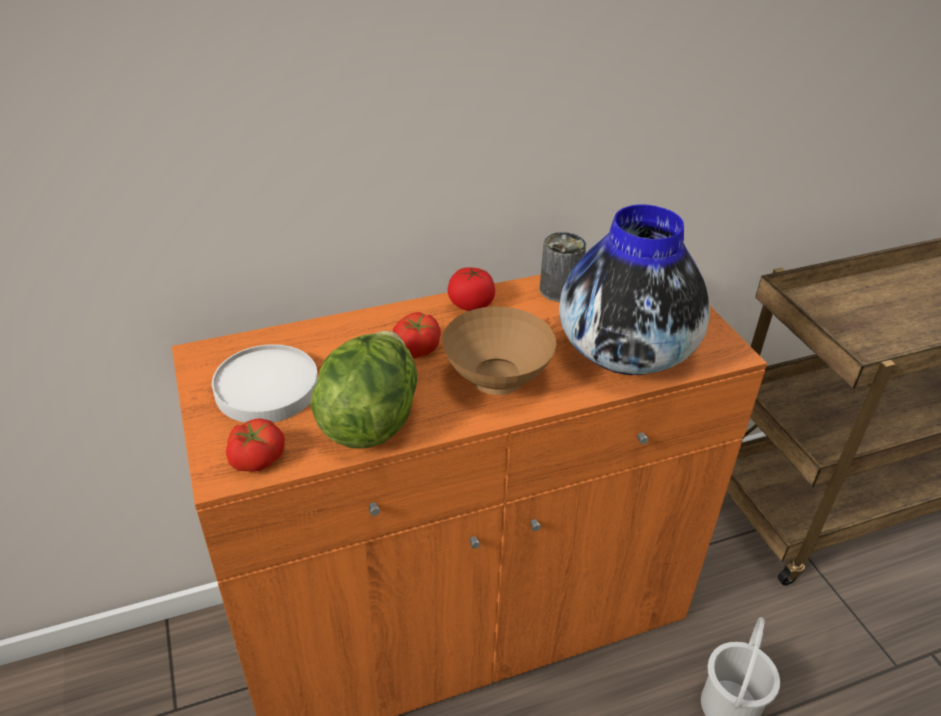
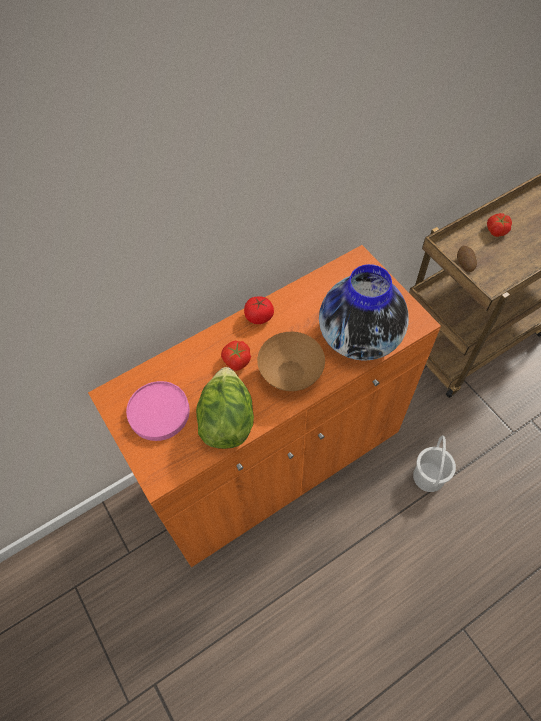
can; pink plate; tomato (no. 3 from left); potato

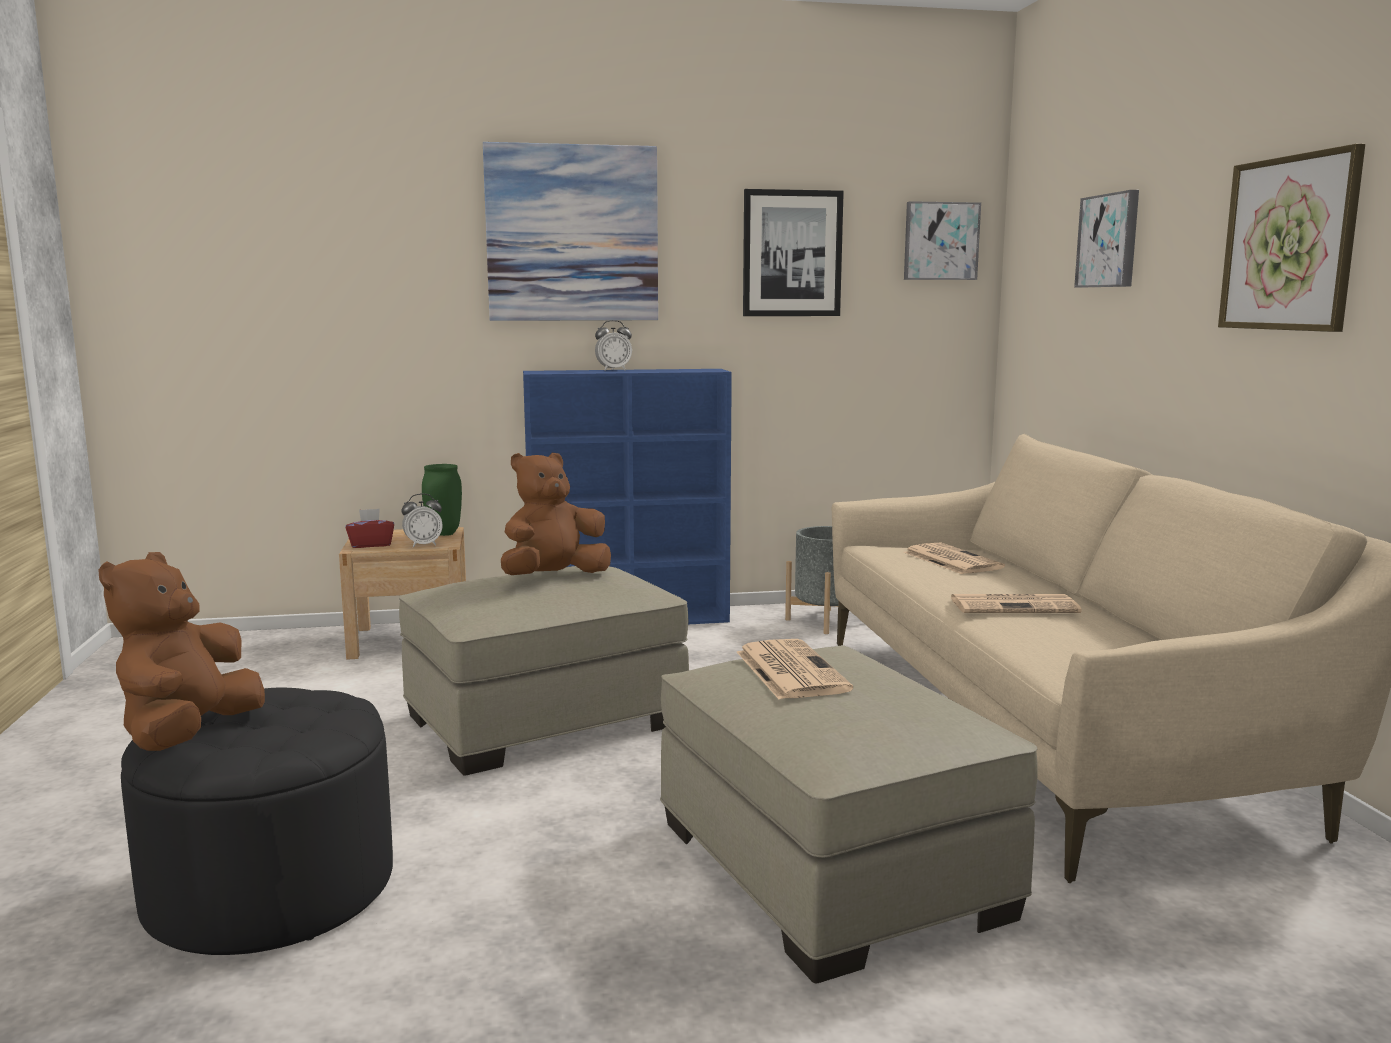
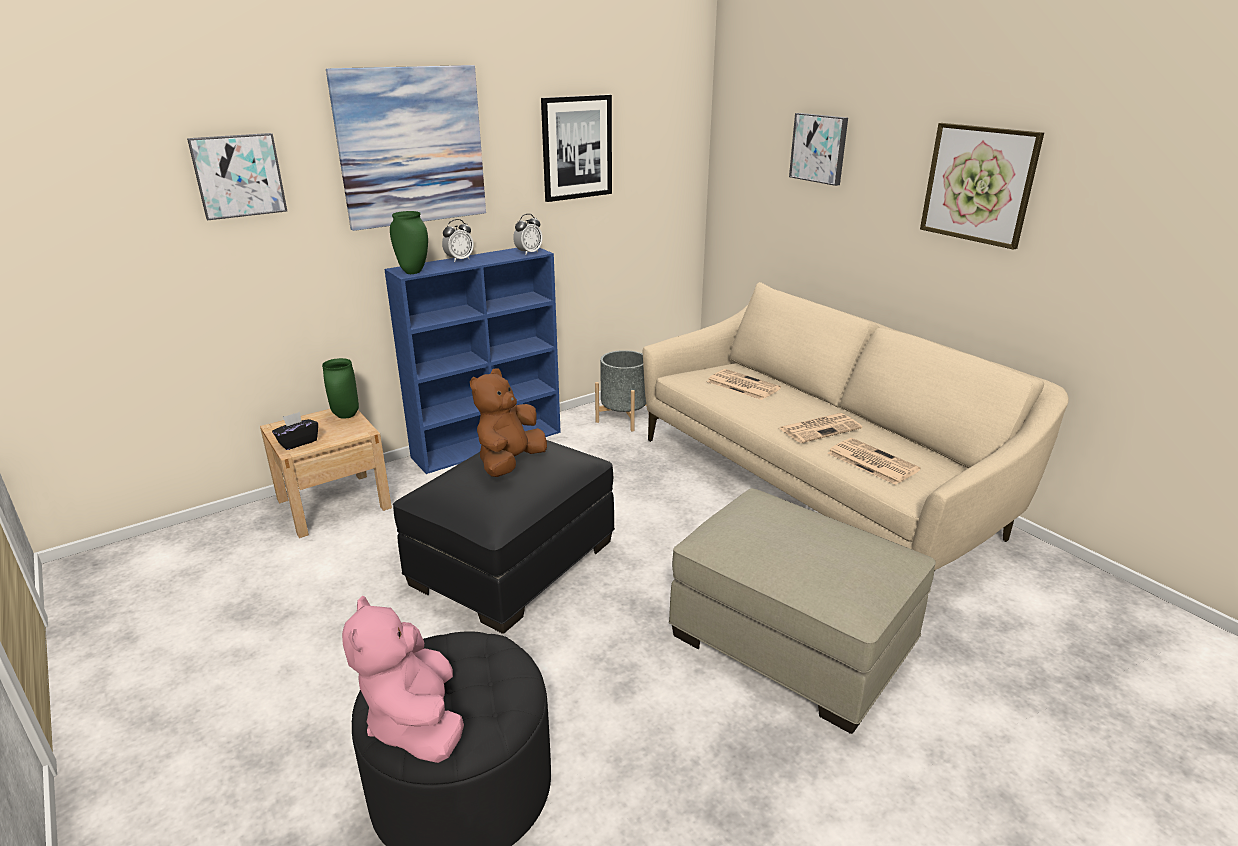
picture (no. 1 from left); alarm clock (no. 2 from left); black tissue box; pink plush toy; black ottoman (no. 2 from left); newspaper (no. 3 from left); green vase (no. 2 from left)

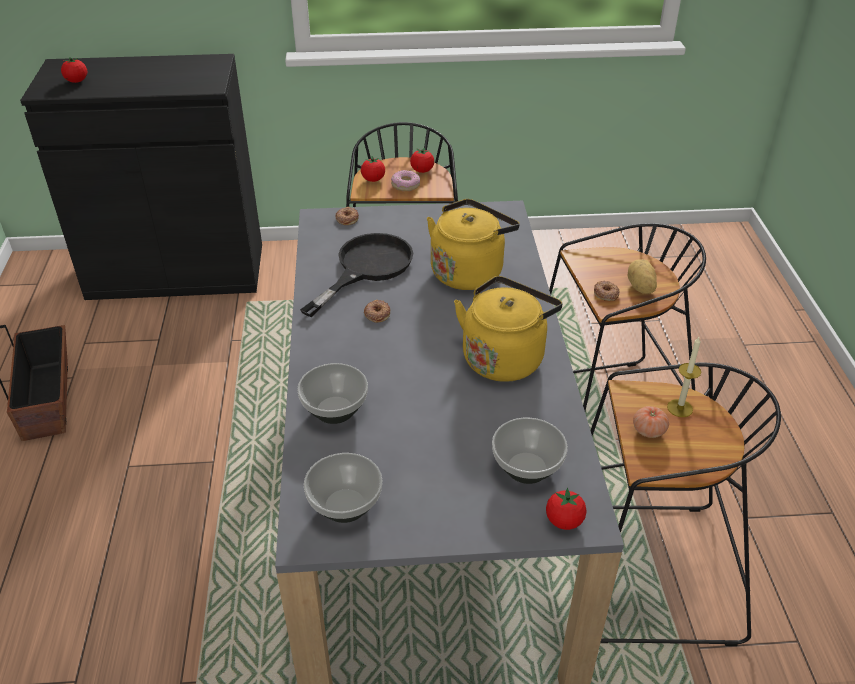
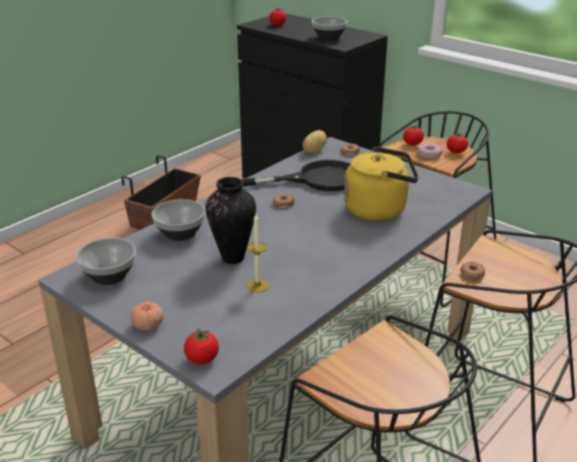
potato; yellow kettle (no. 2 from left in the first image); candle; tomato (no. 1 from left); bowl (no. 3 from left); vase

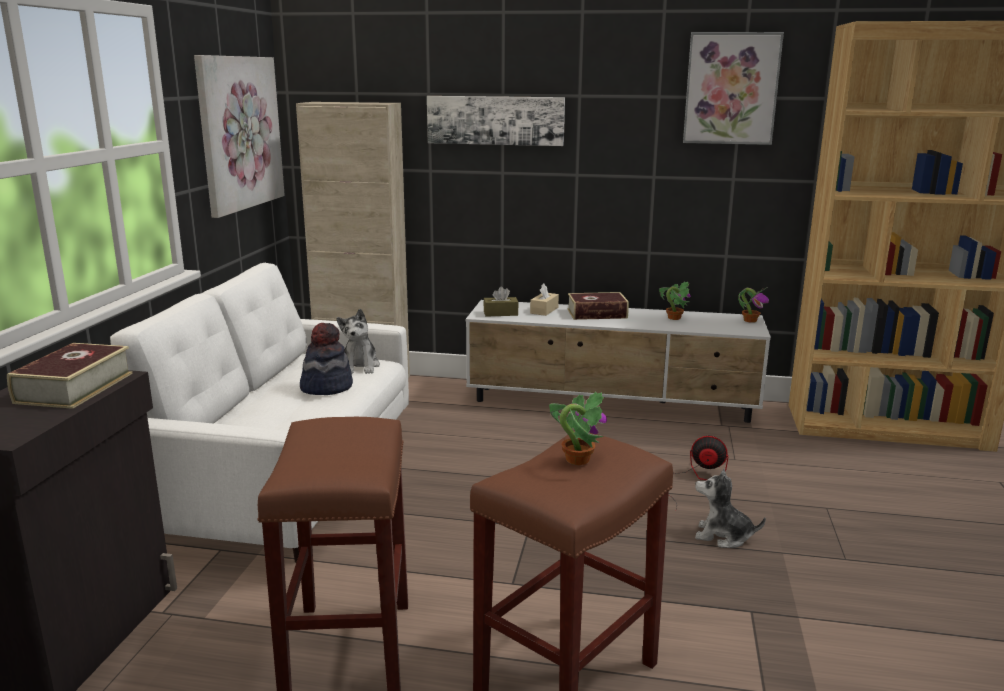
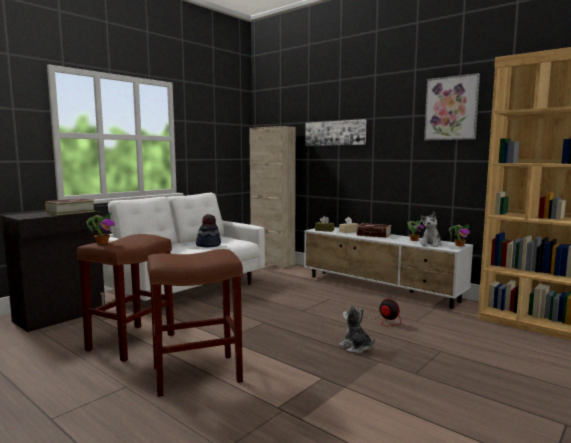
picture (no. 1 from left in the first image); plush toy (no. 2 from left); potted plant (no. 1 from left)

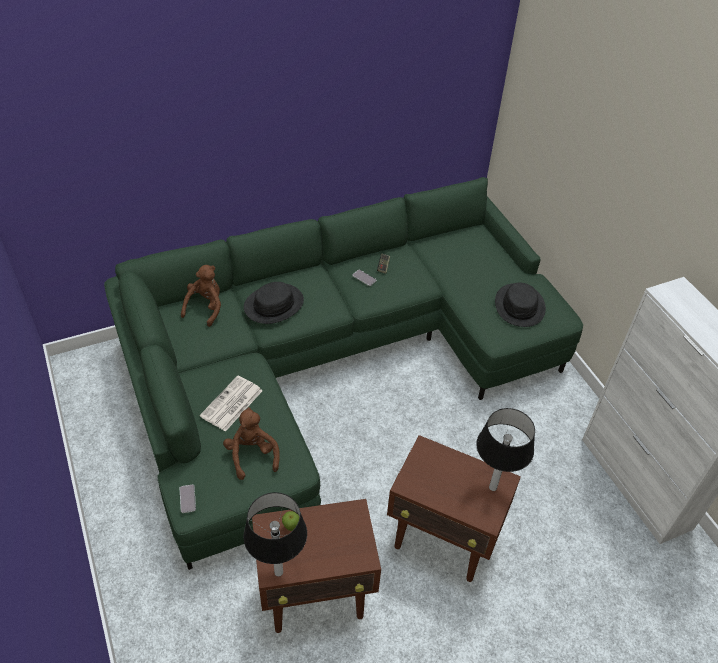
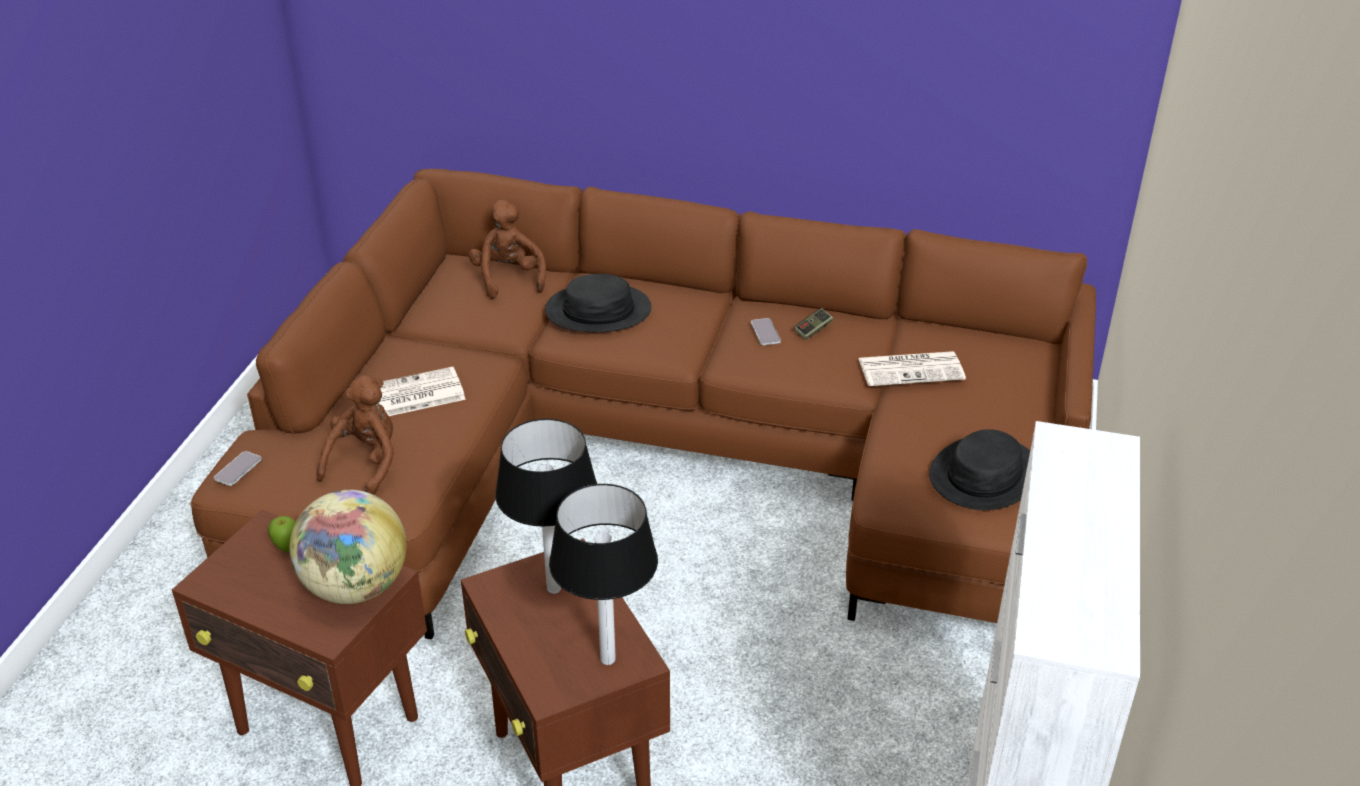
brown sofa; brown plush toy (no. 2 from left); table lamp (no. 1 from left); newspaper (no. 2 from left); globe

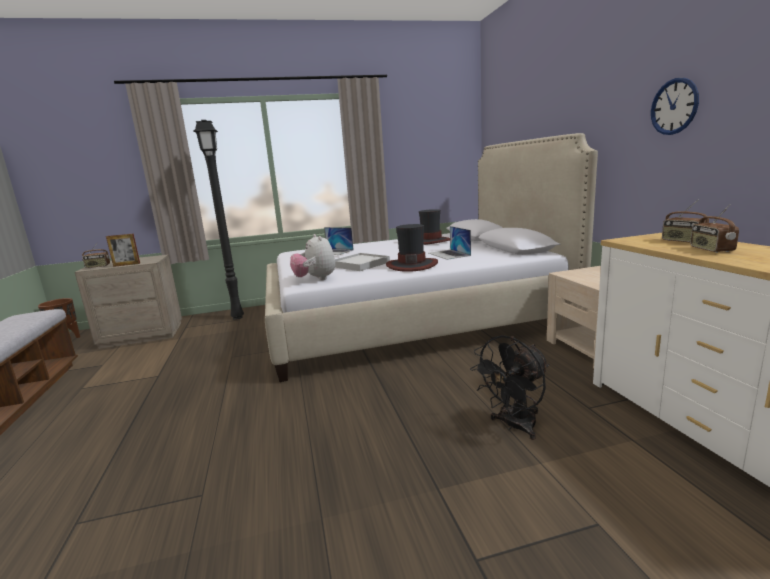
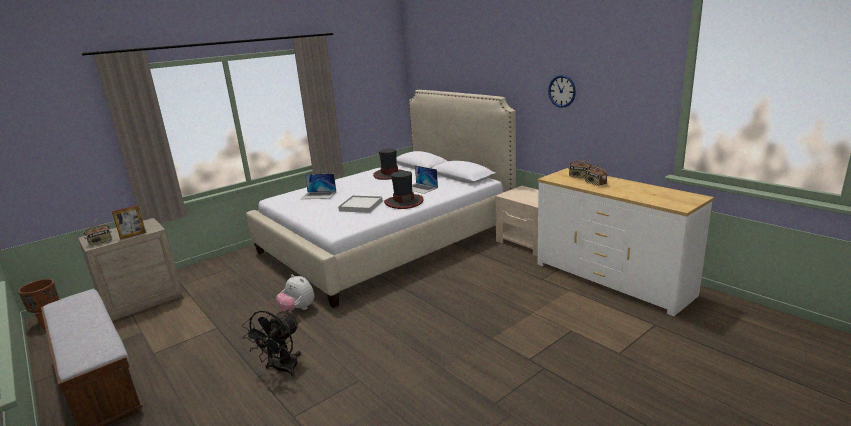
black floor lamp; plush toy; black fan

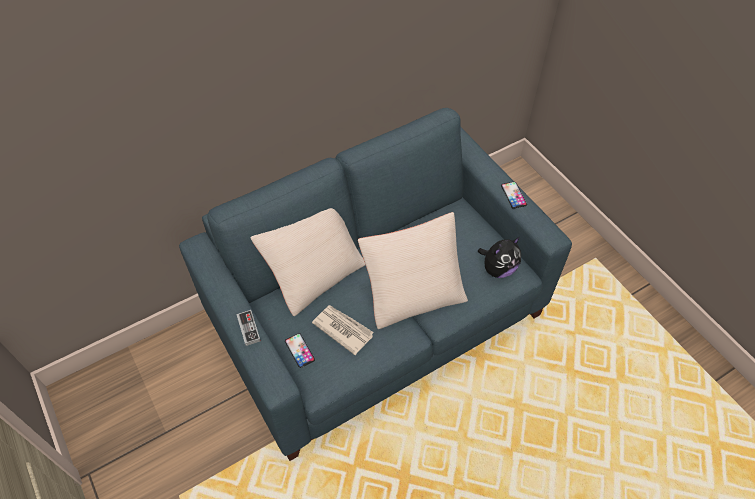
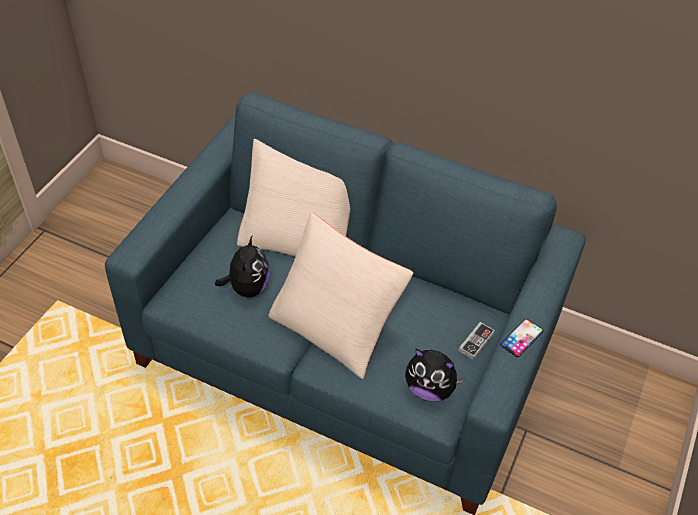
plush toy (no. 1 from left); game controller; phone (no. 1 from left in the first image)

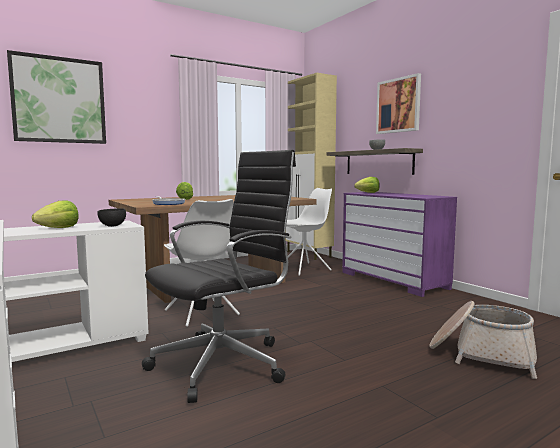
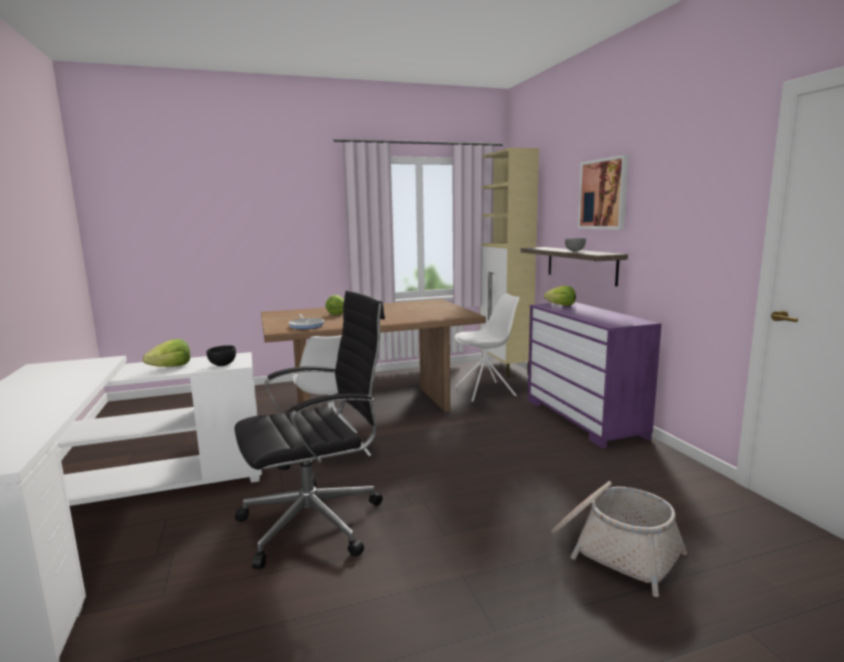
picture (no. 1 from left in the first image)

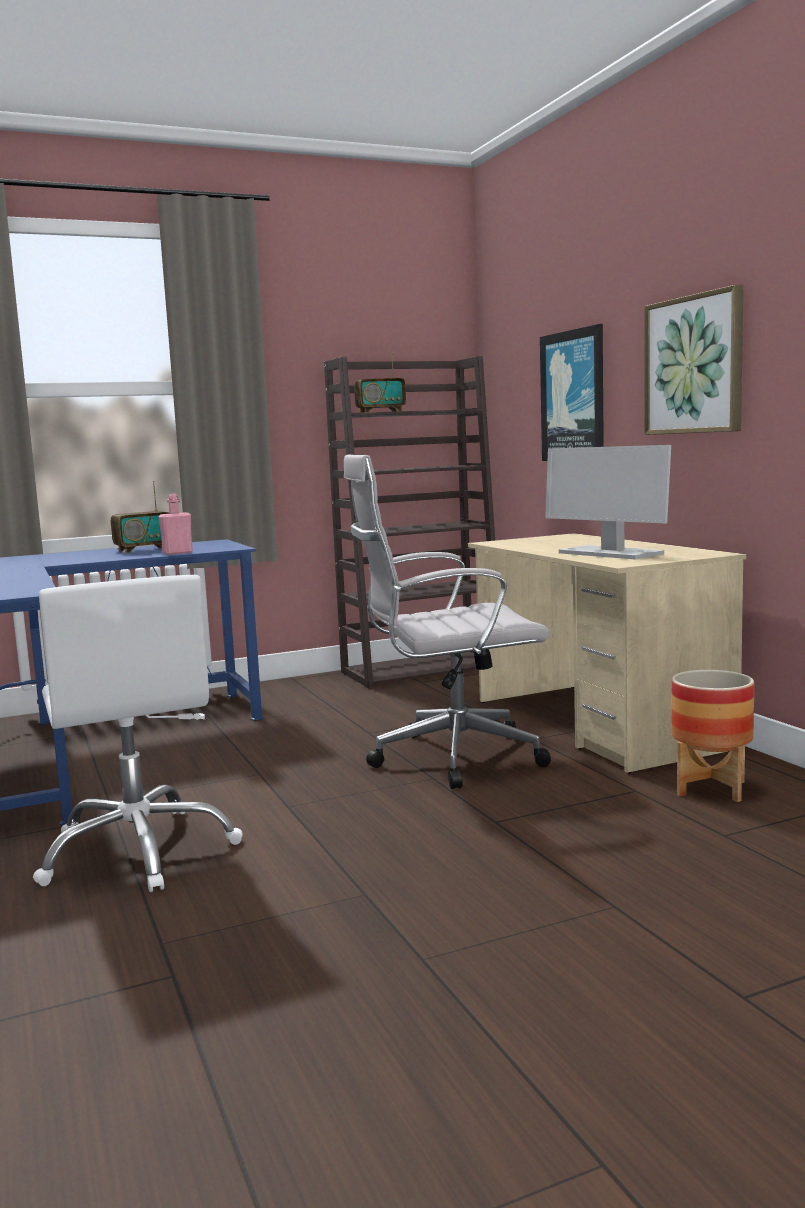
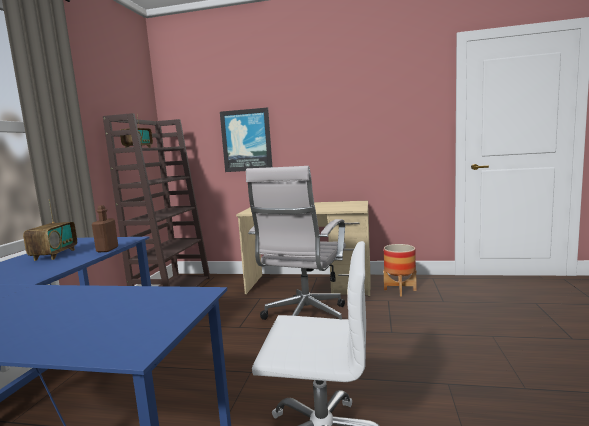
picture (no. 2 from left in the first image); monitor; brown bottle

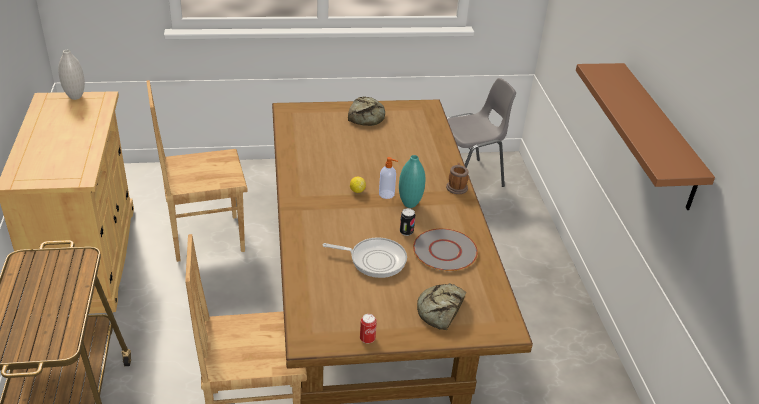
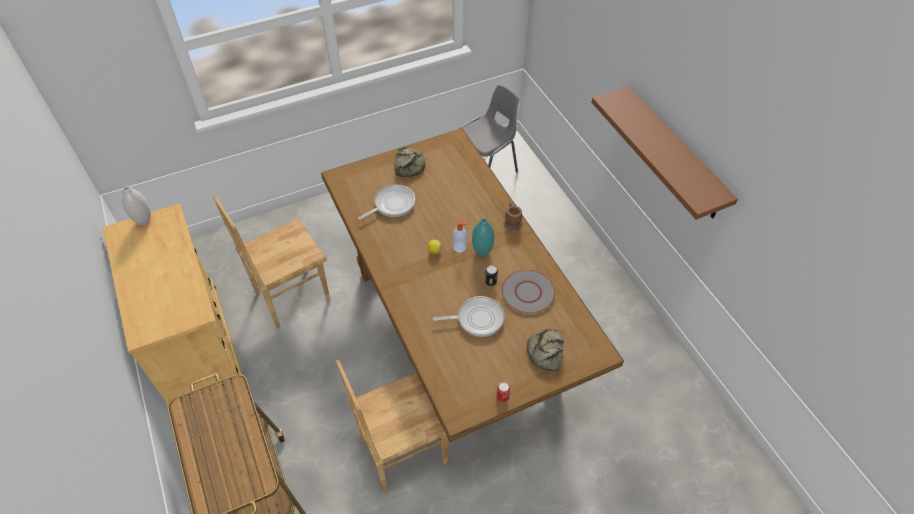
frying pan (no. 1 from left)

